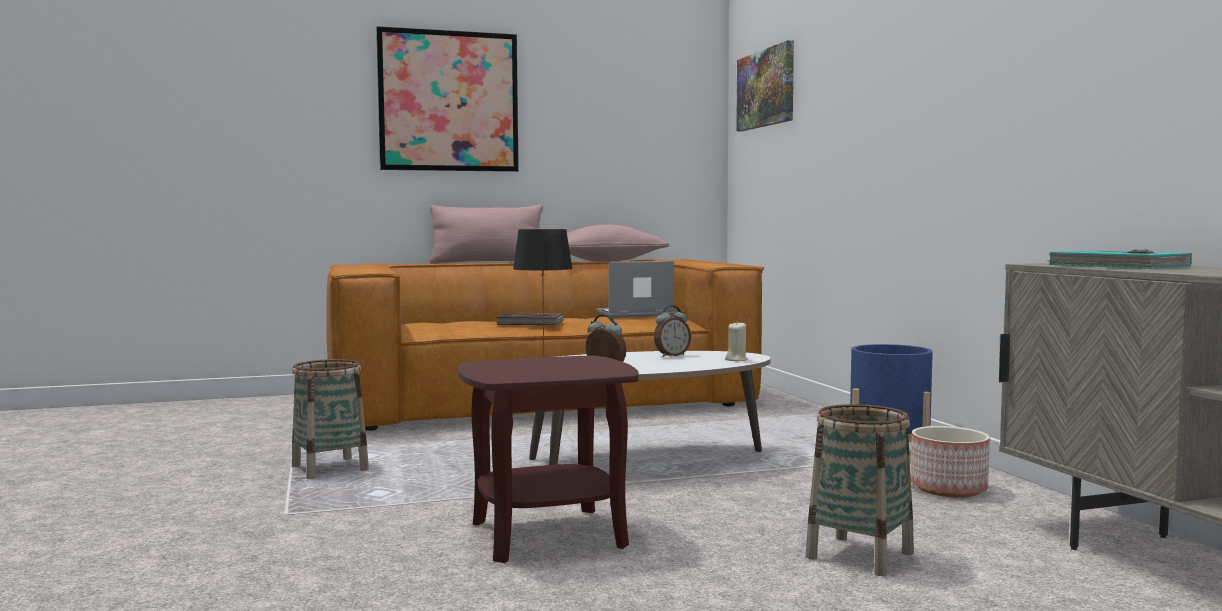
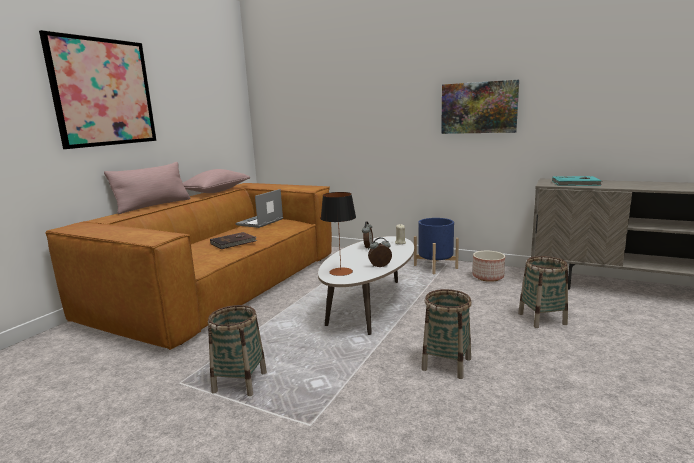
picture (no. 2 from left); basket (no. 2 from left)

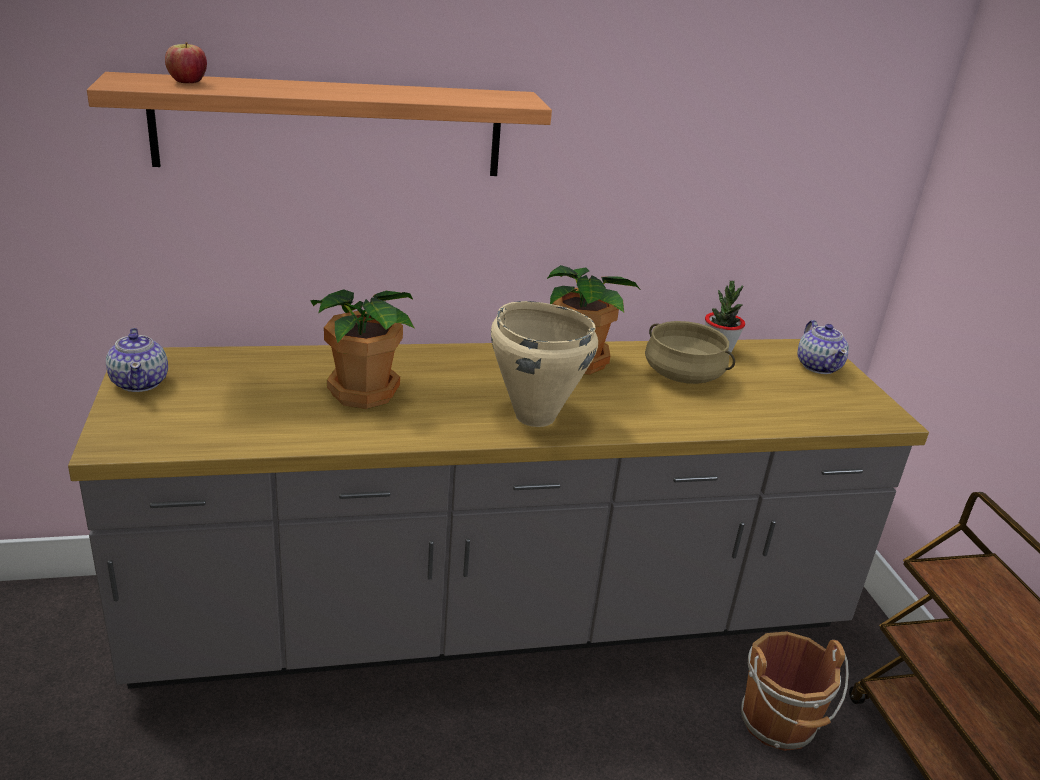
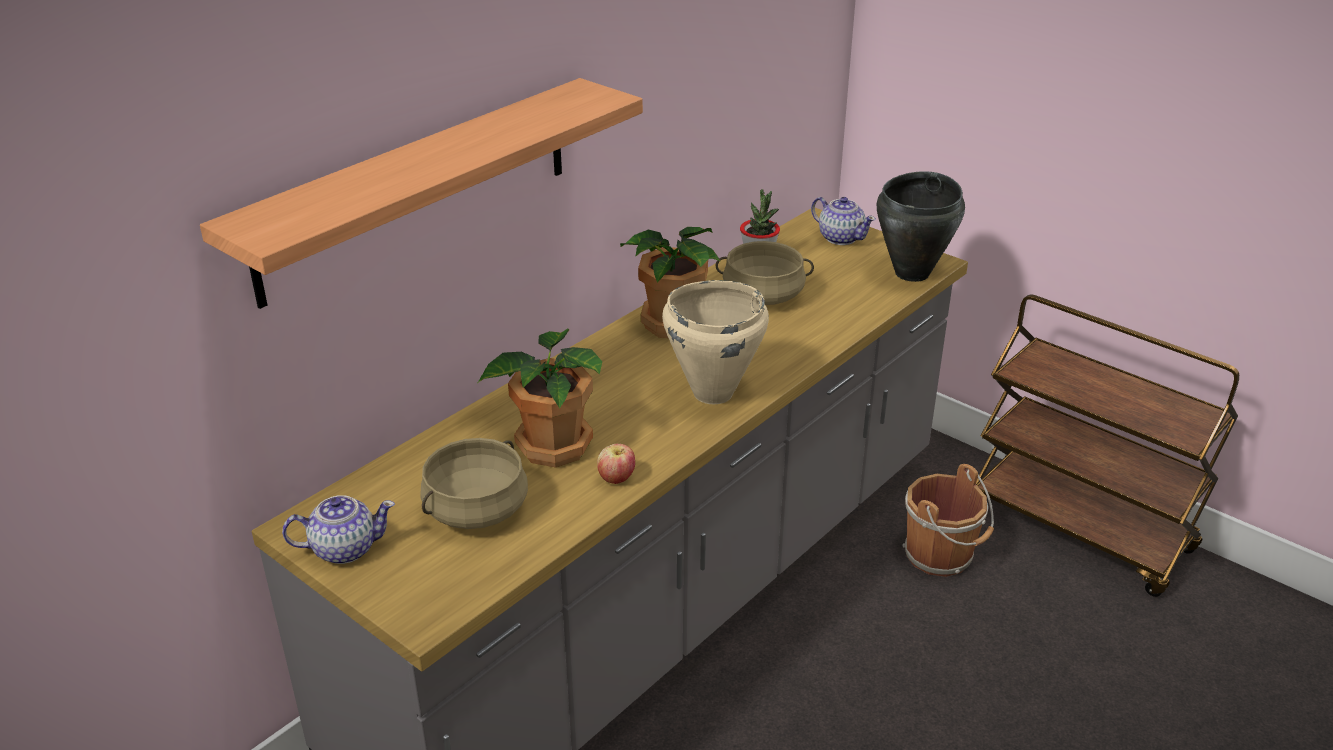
apple; teapot (no. 1 from left); black cooking pot; beige cooking pot (no. 1 from left)

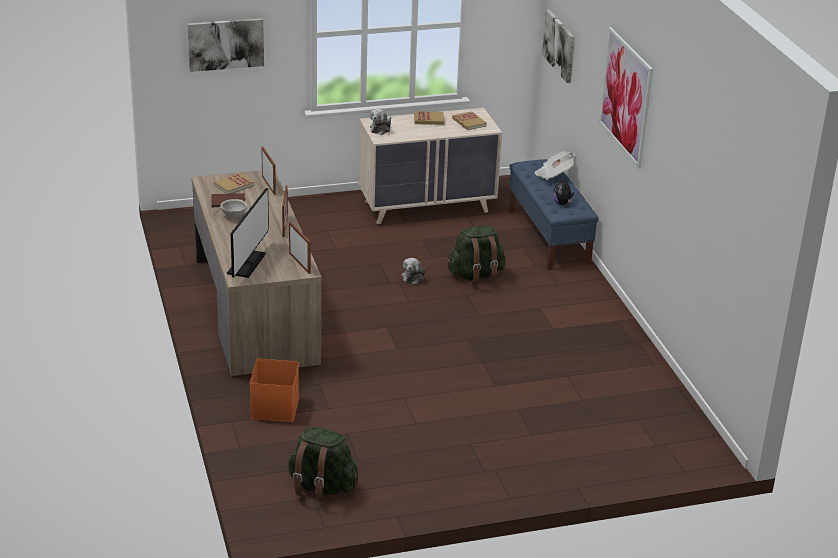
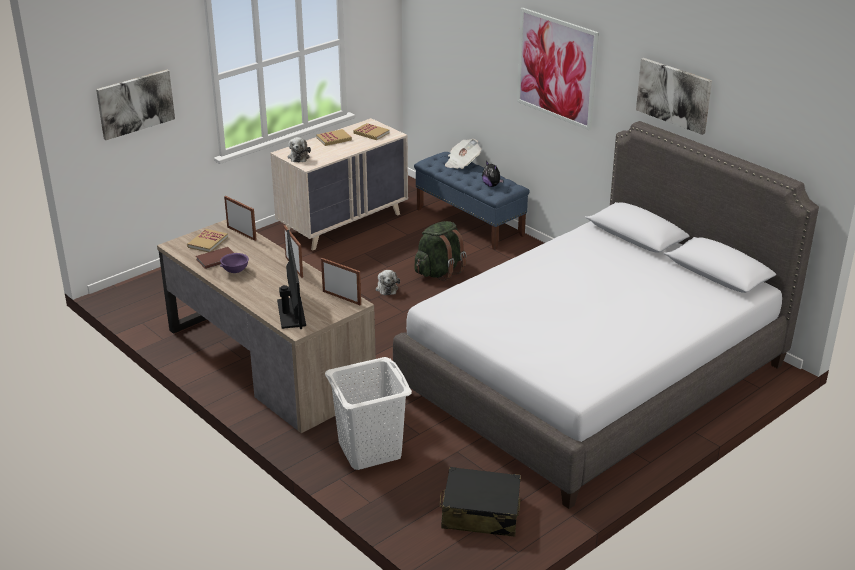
picture (no. 3 from left); purple bowl; white laundry basket; black suitcase; grey bed

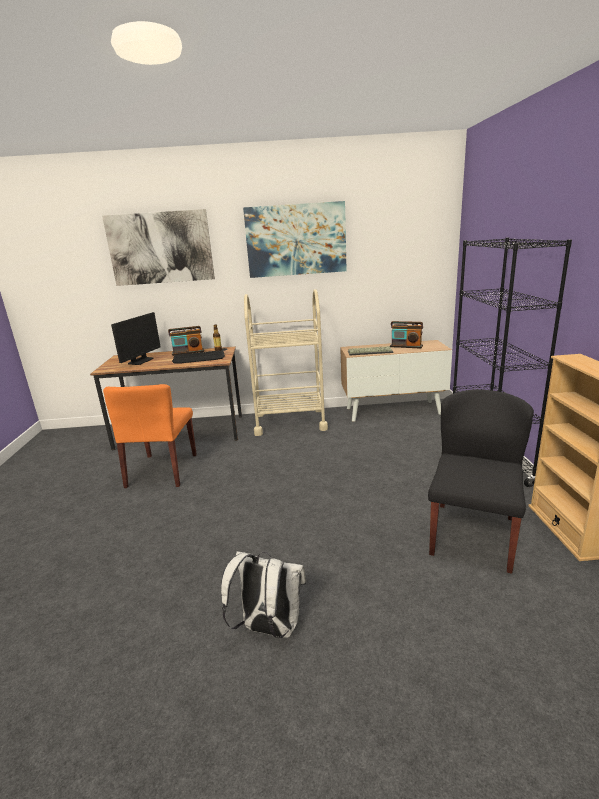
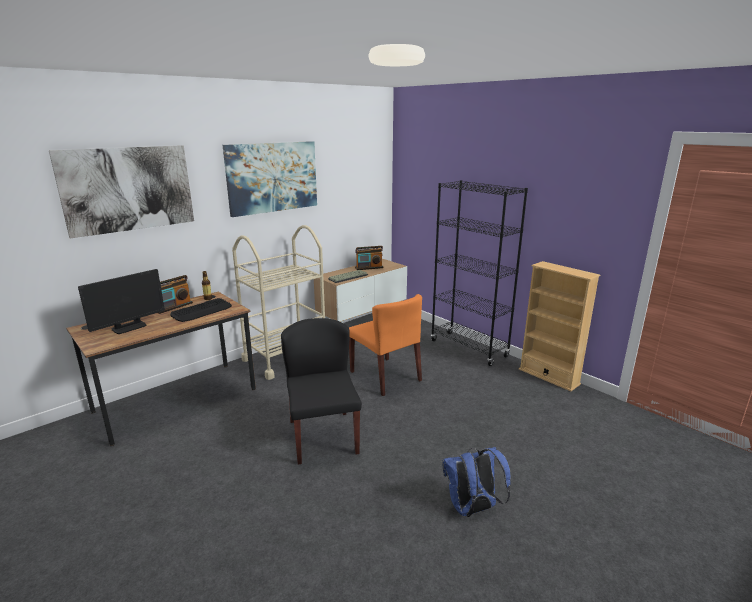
monitor; orange chair; black chair; blue backpack

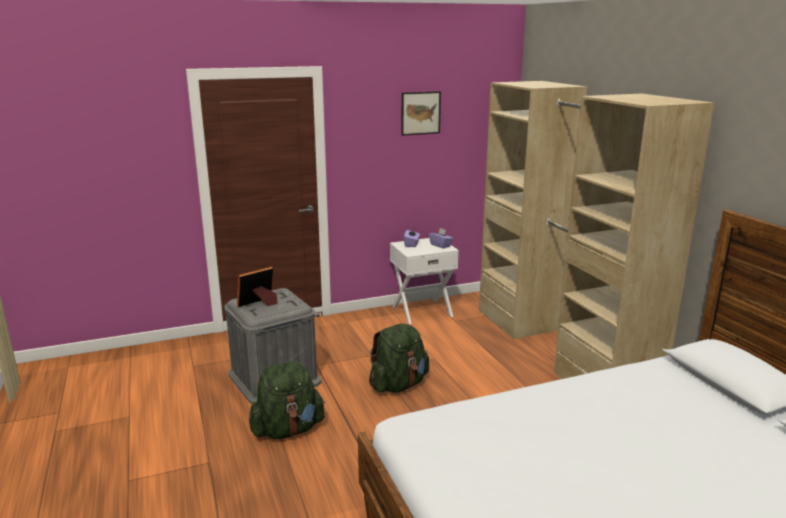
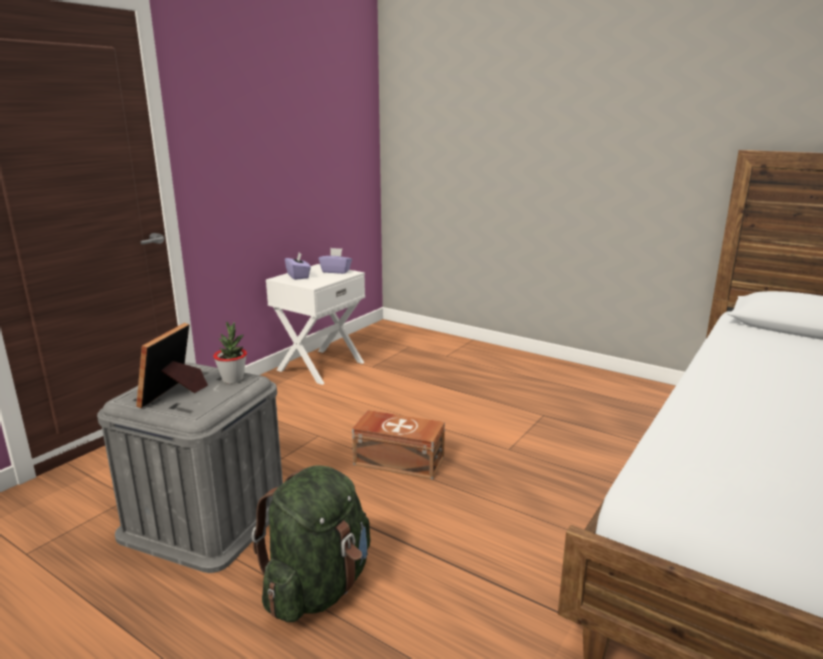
beige wardrobe; picture; brown storage box; potted plant

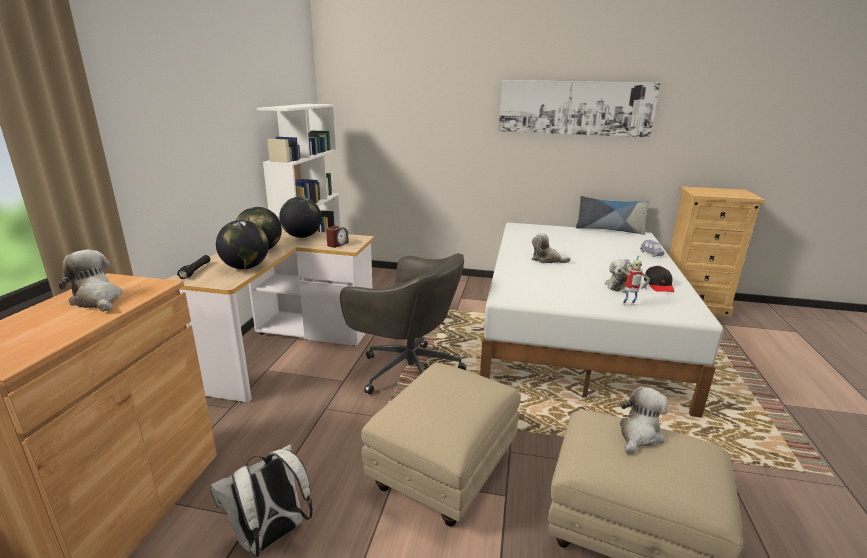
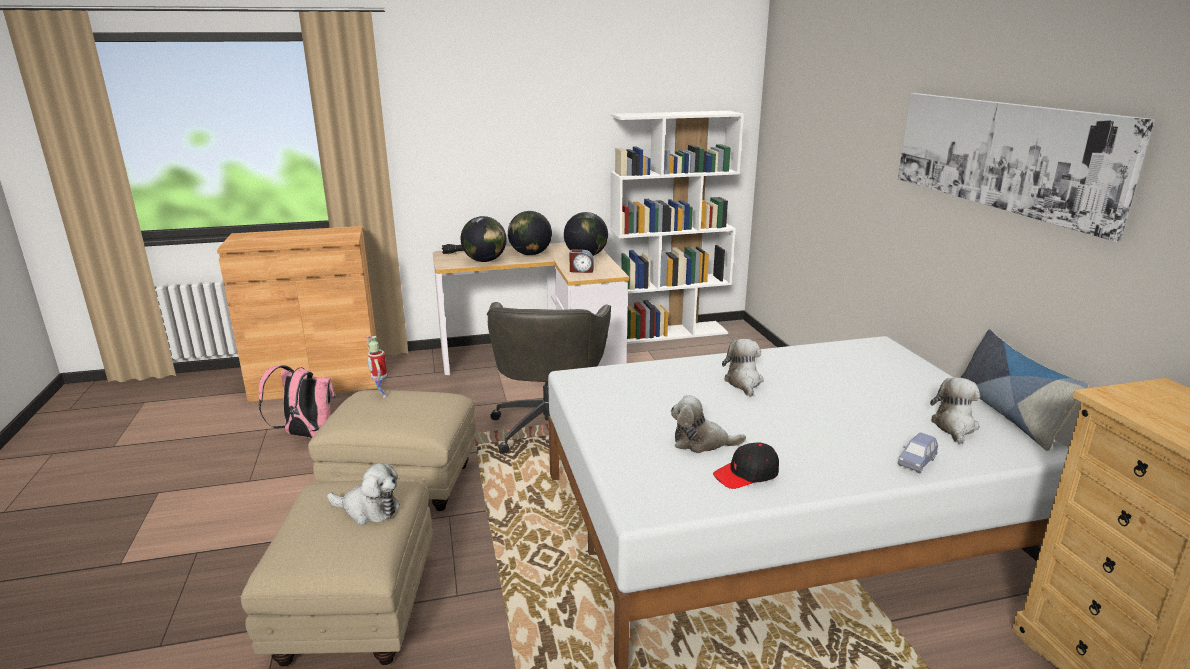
plush toy (no. 4 from left); toy robot; pink backpack

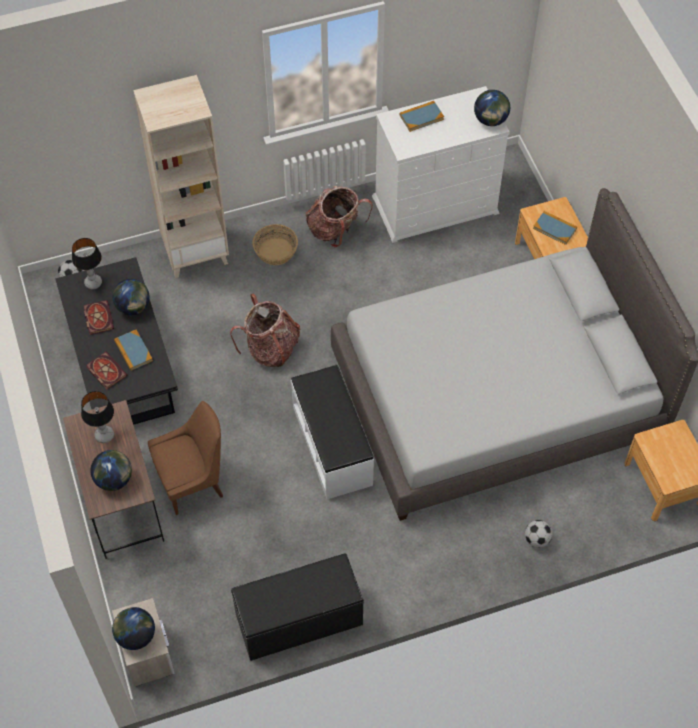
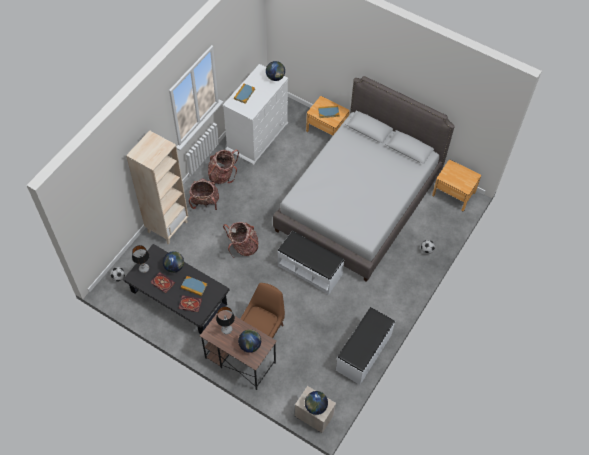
backpack (no. 1 from left); white bench (no. 2 from left)

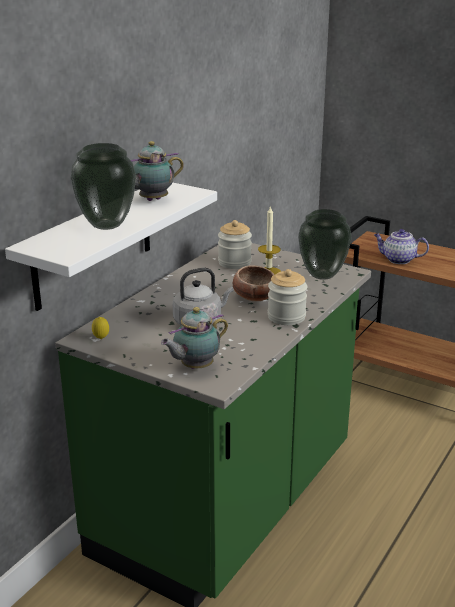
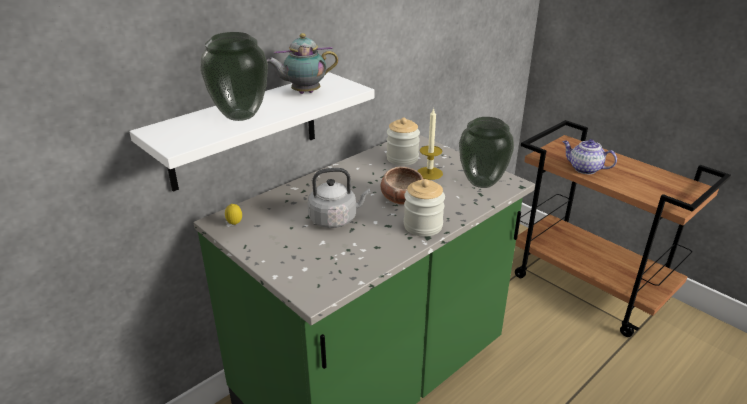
teapot (no. 2 from left in the first image)

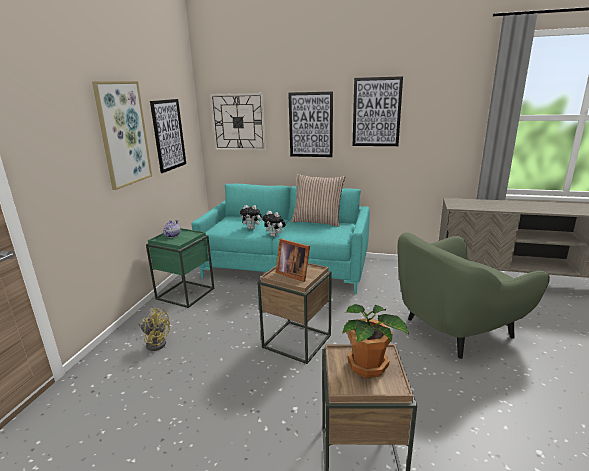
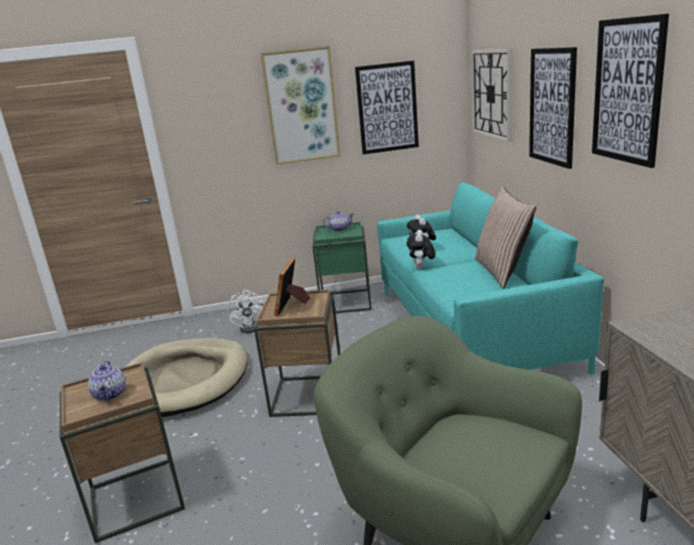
teapot (no. 1 from left); white fan; beige dog bed

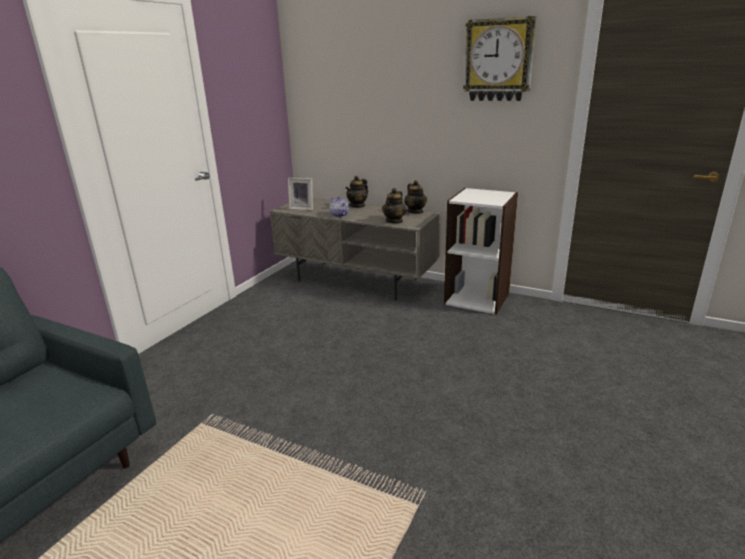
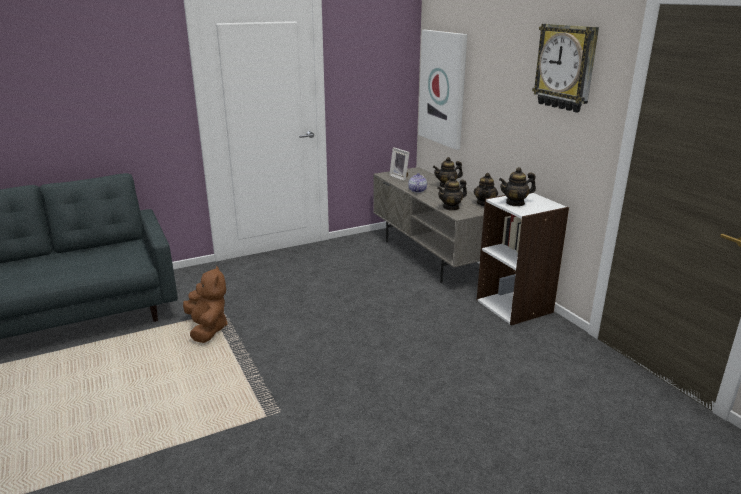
picture; teapot (no. 5 from left); brown plush toy

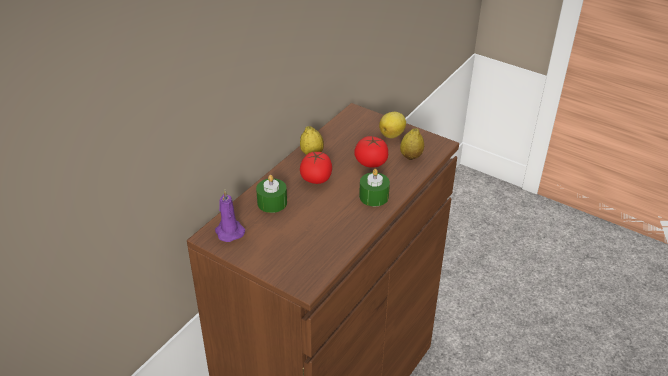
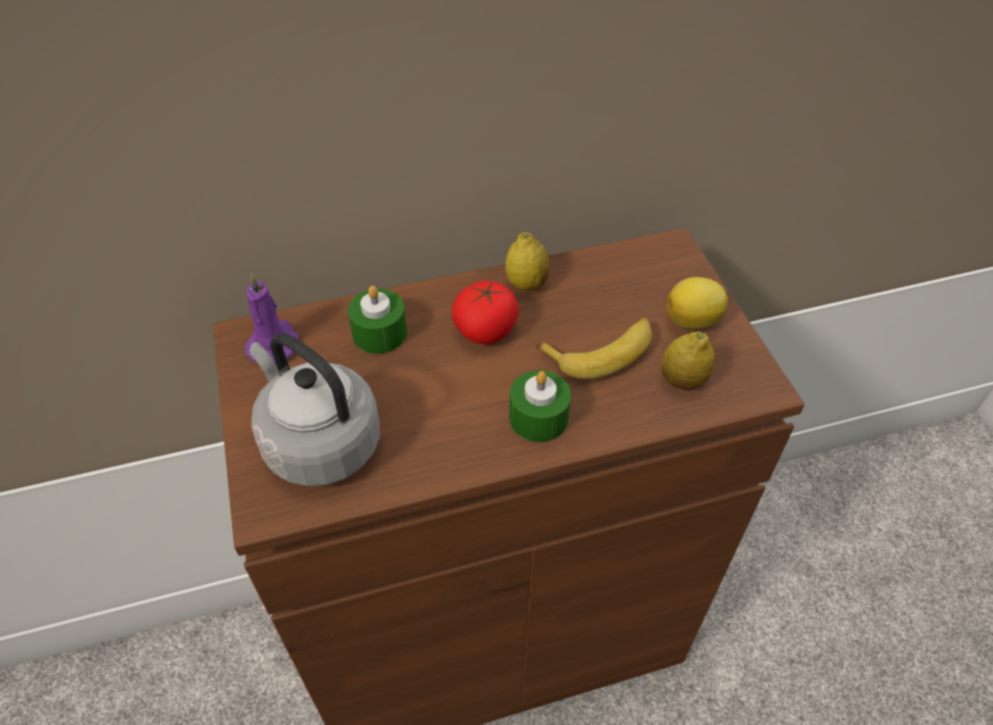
banana; grey kettle

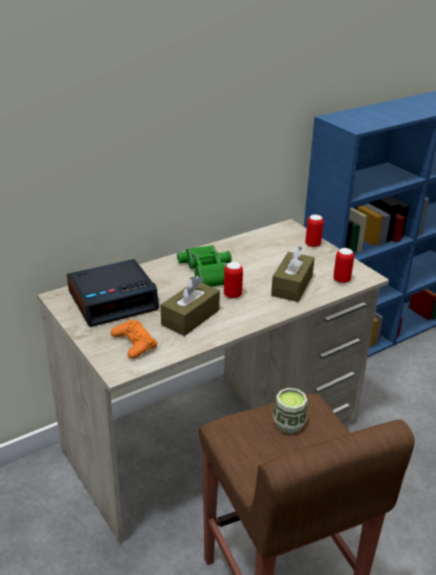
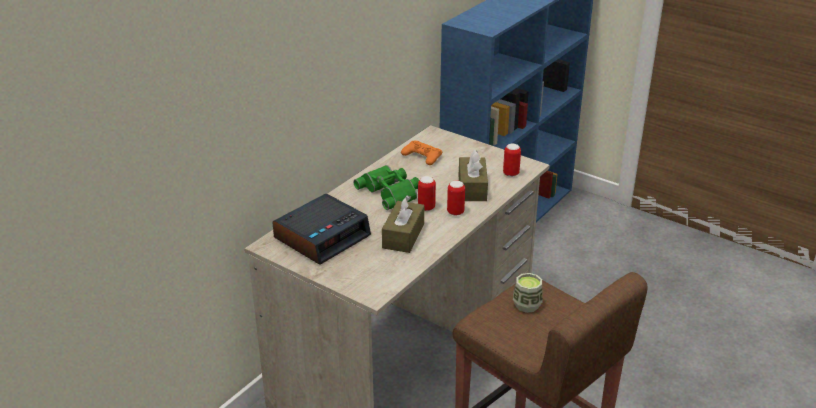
can (no. 2 from left); orange game controller

